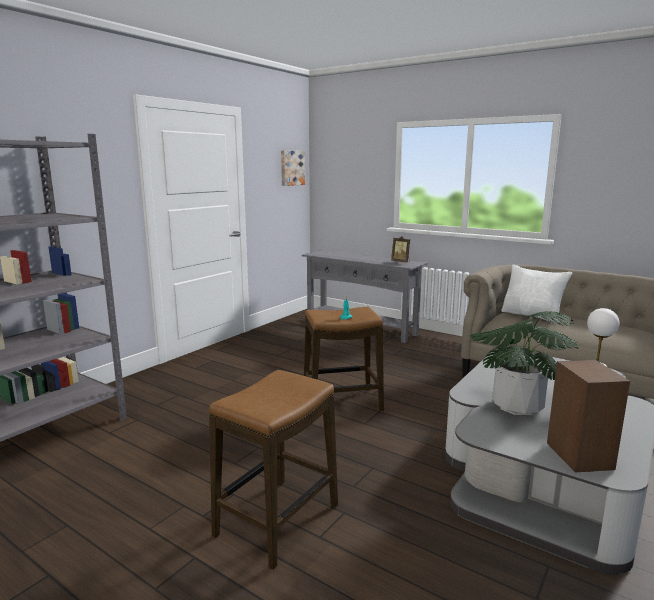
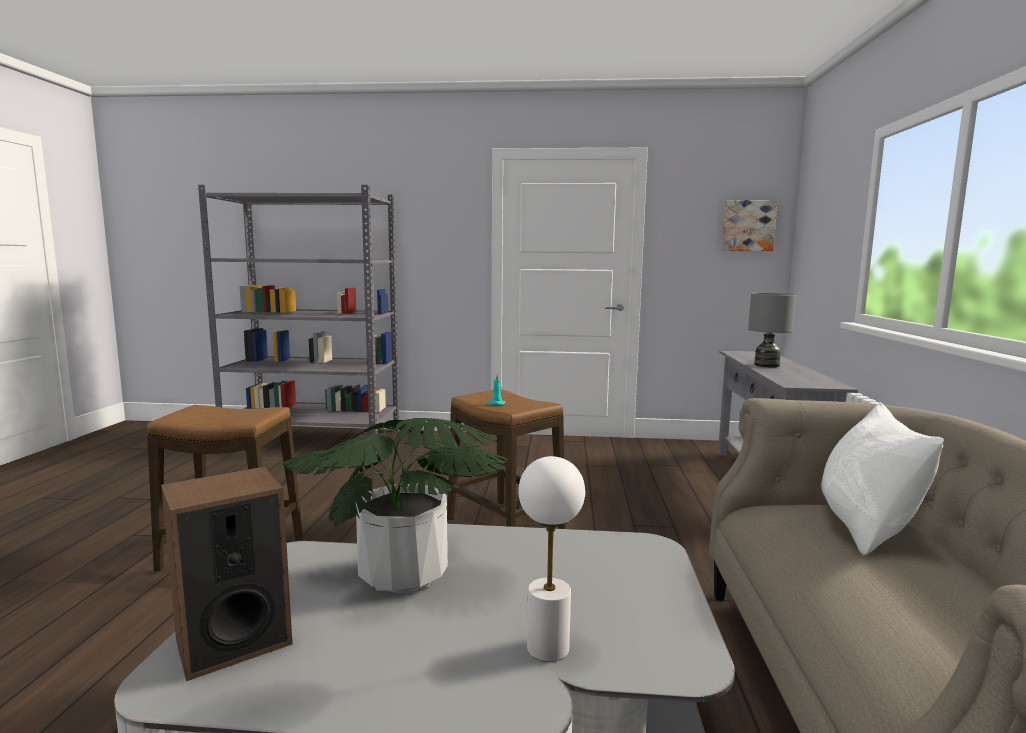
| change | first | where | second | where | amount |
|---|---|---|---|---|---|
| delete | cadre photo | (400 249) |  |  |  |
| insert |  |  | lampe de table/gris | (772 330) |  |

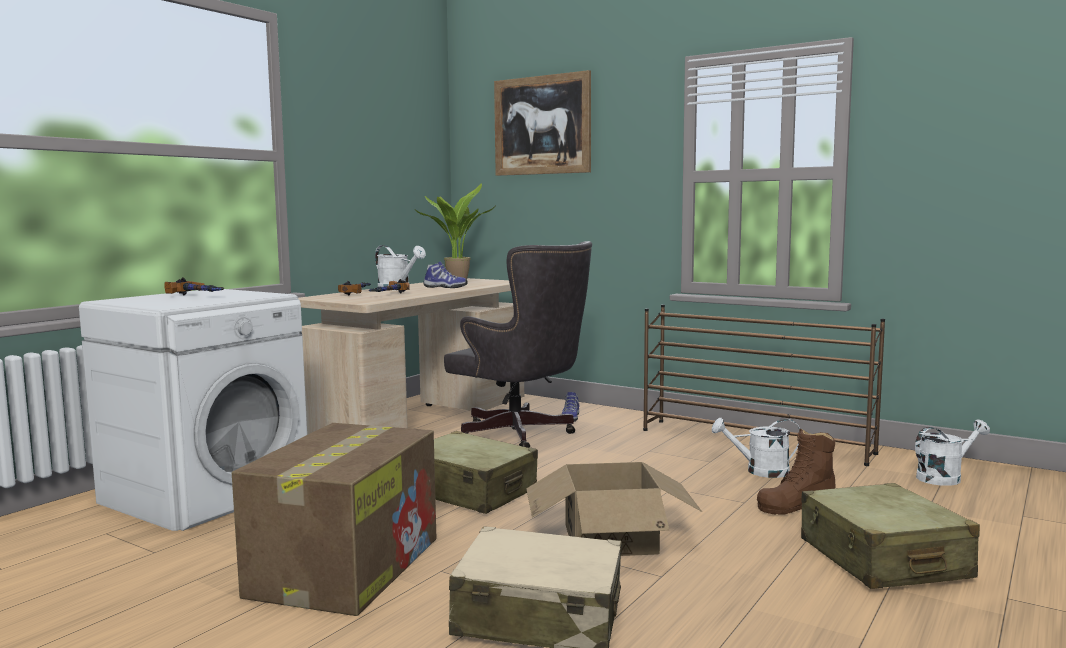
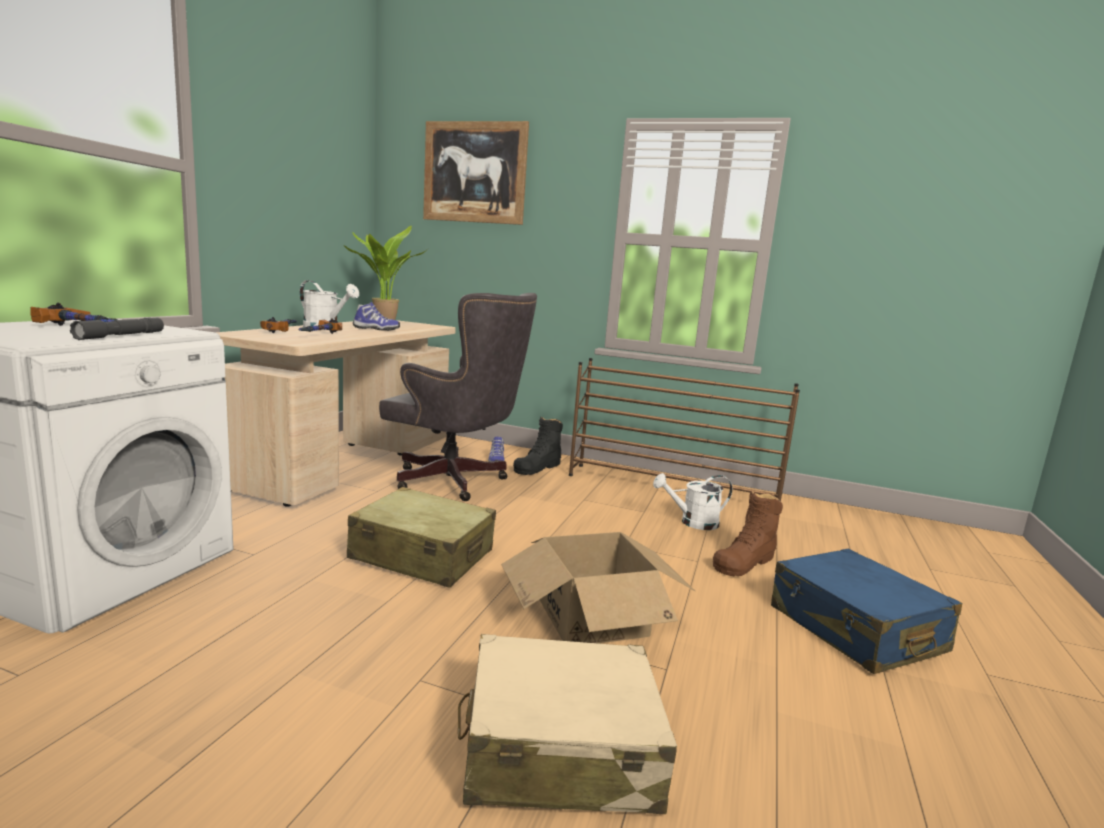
| change | first | where | second | where | amount |
|---|---|---|---|---|---|
| delete | arrosoir/blanc | (952 453) |  |  |  |
| delete | carton | (334 519) |  |  |  |
| recolor | valise/beige | (890 536) | valise/bleu | (866 611) |  |
| insert |  |  | lampe de poche/gris | (117 328) |  |
| insert |  |  | botte/noir | (538 446) |  |

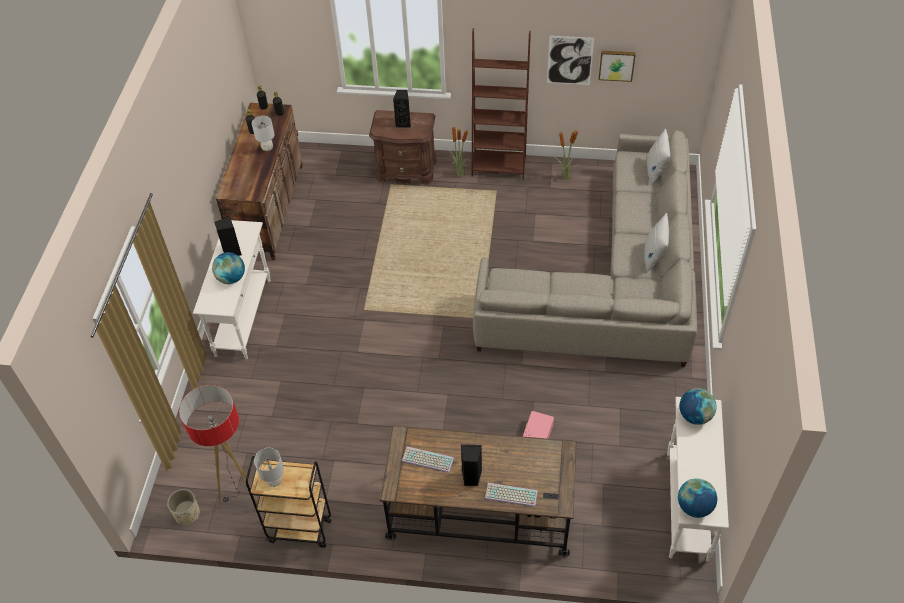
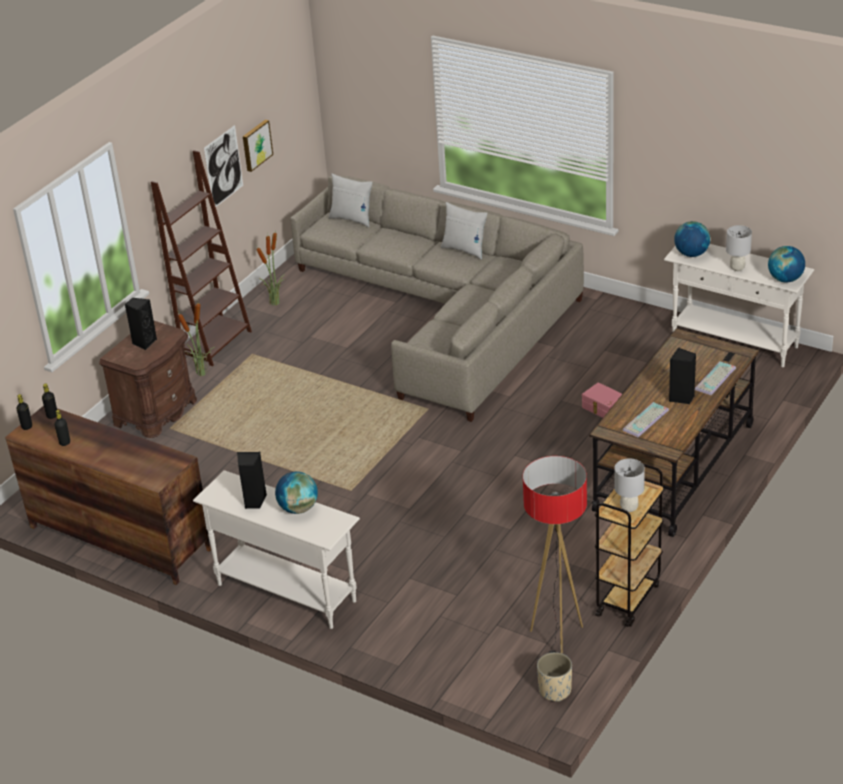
| change | first | where | second | where | amount |
|---|---|---|---|---|---|
| move | lampe de table/gris | (263 133) |  | (739 248) |  |

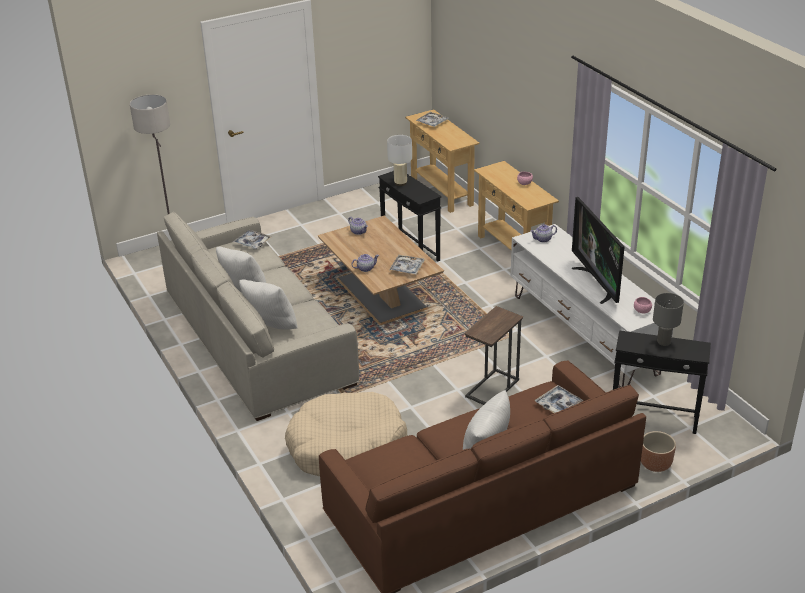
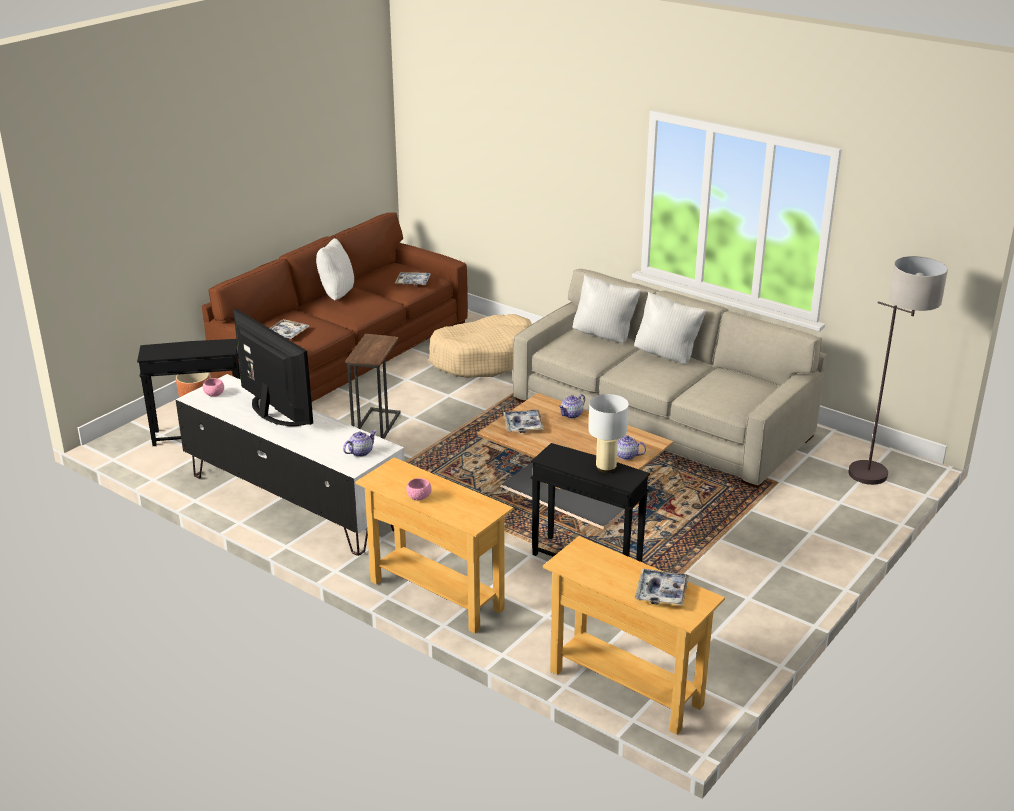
| change | first | where | second | where | amount |
|---|---|---|---|---|---|
| move | plateau | (252 239) |  | (413 279) |  |
| delete | lampe de table/gris | (668 319) |  |  |  |

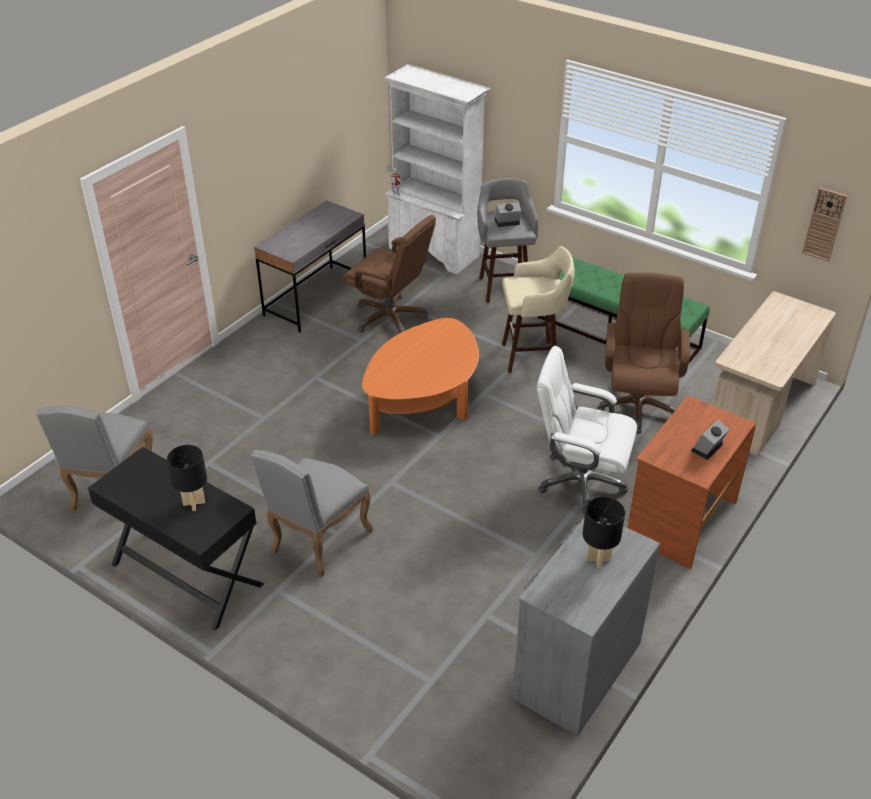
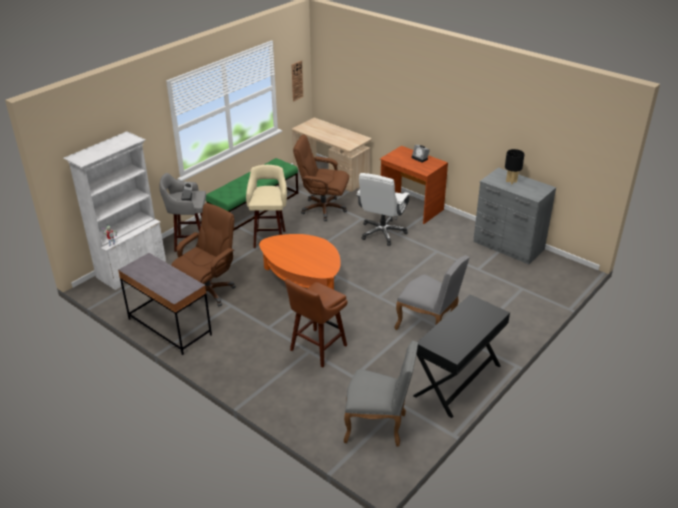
| change | first | where | second | where | amount |
|---|---|---|---|---|---|
| delete | lampe de table/noir | (187 478) |  |  |  |
| insert |  |  | tabouret/marron | (316 323) |  |

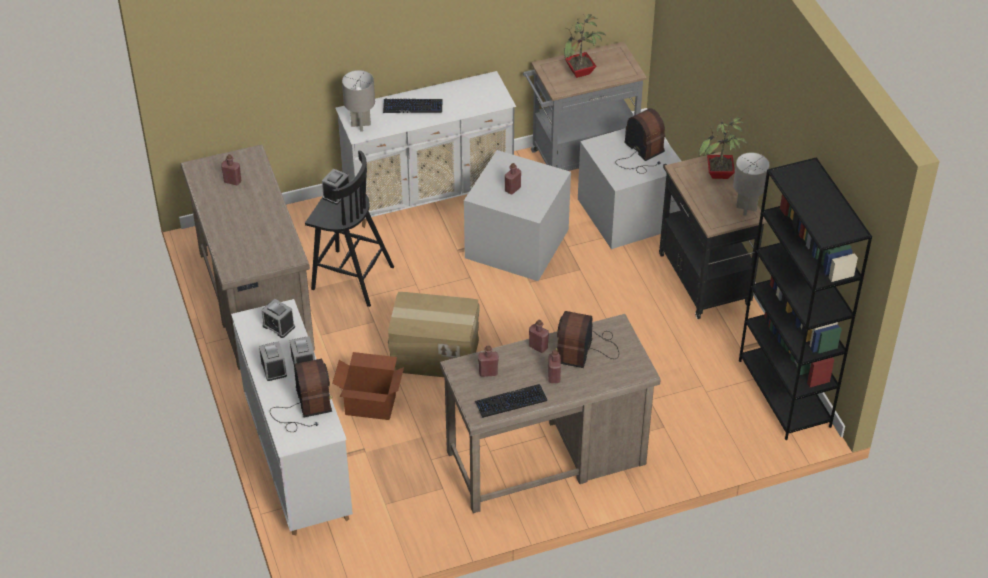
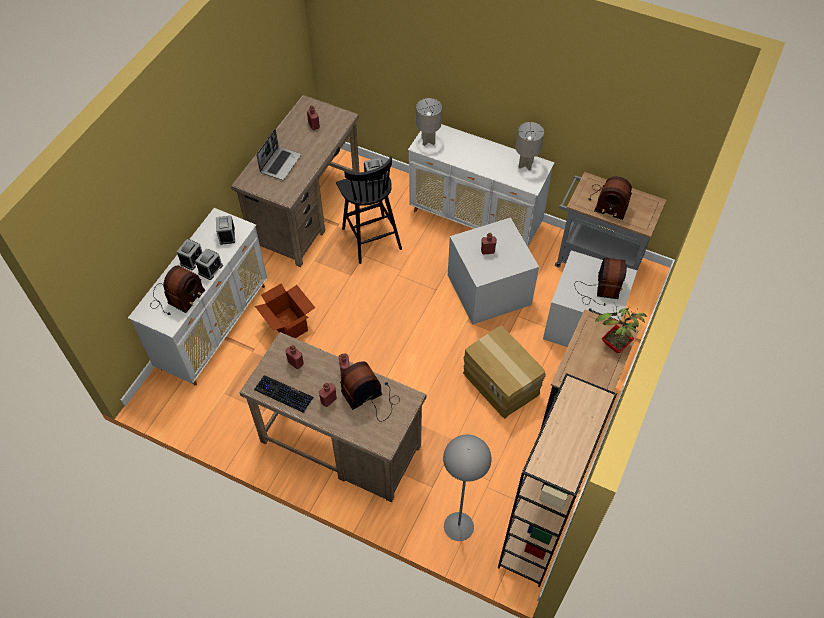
| change | first | where | second | where | amount |
|---|---|---|---|---|---|
| replace | plante en pot | (584 46) | radio | (610 198) |  |
| delete | clavier | (413 106) |  |  |  |
| move | lampe de table/gris | (751 184) |  | (530 146) |  |
| recolor | bibliothèque/noir | (805 298) | bibliothèque/beige | (557 480) |  |
| move | carton | (434 334) |  | (504 372) |  |
| insert |  |  | ordinateur portable | (278 154) |  |
| insert |  |  | lampadaire/gris | (467 487) |  |

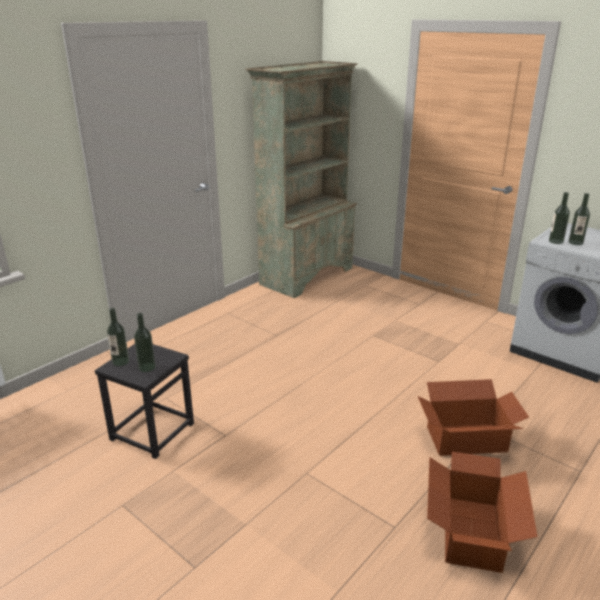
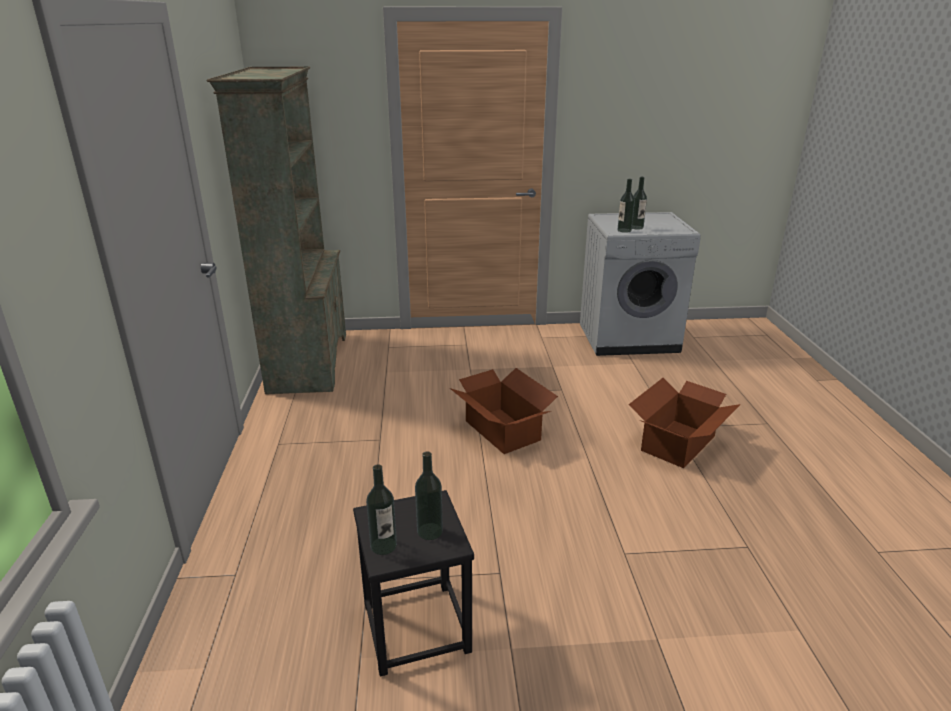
| change | first | where | second | where | amount |
|---|---|---|---|---|---|
| move | carton | (482 512) |  | (504 411) |  |

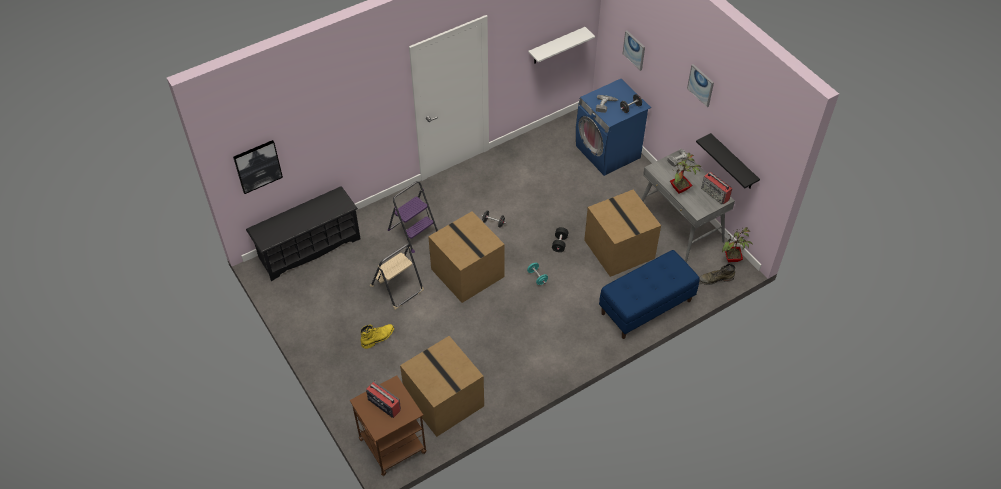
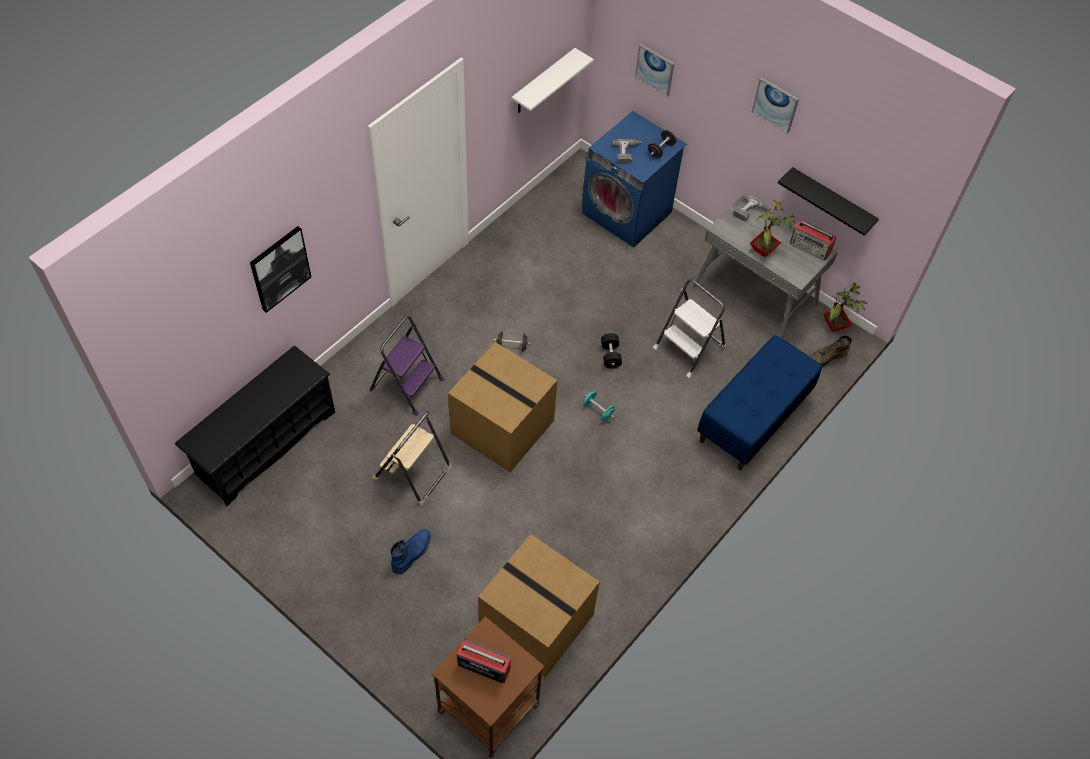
| change | first | where | second | where | amount |
|---|---|---|---|---|---|
| move | tableau | (258 167) |  | (280 269) |  |
| replace | carton | (622 233) | escabeau/blanc | (689 328) |  |
| recolor | botte/jaune | (377 336) | botte/bleu | (410 551) |  |

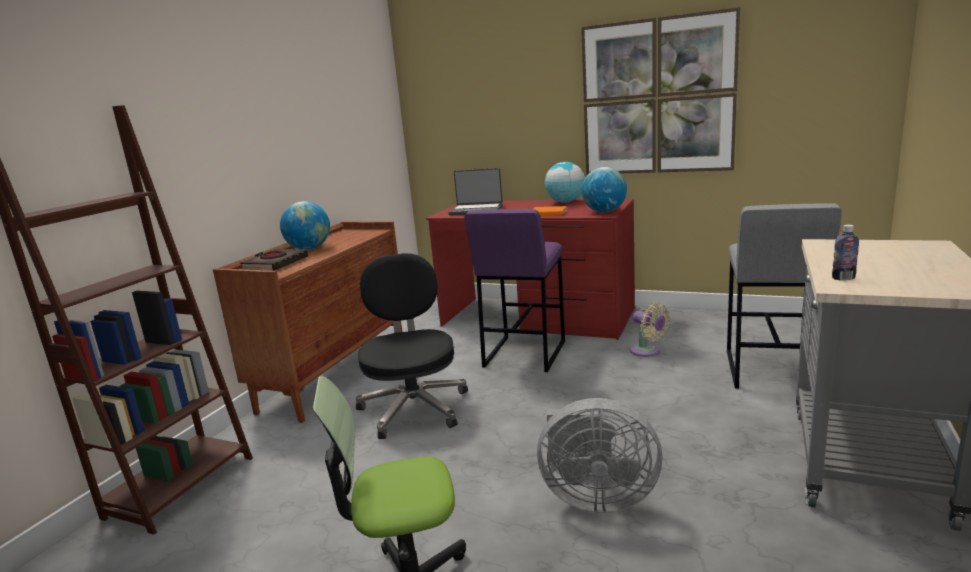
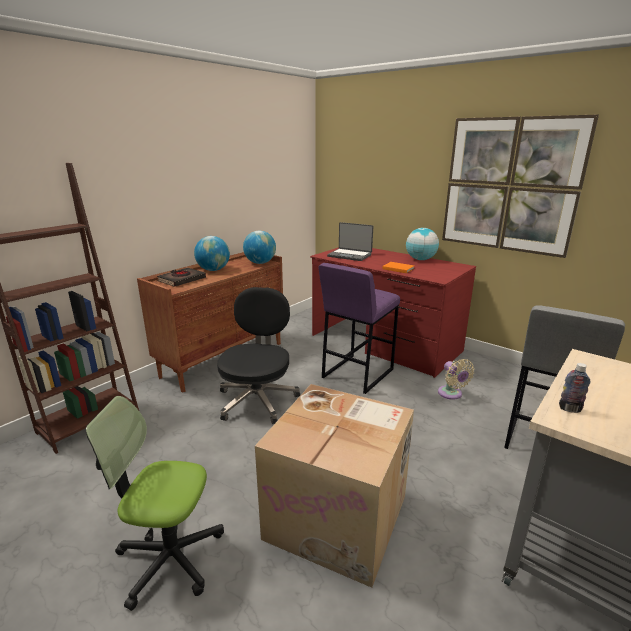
| change | first | where | second | where | amount |
|---|---|---|---|---|---|
| move | globe | (604 189) |  | (259 247) |  |
| replace | ventilateur/gris | (599 455) | carton | (334 486) |  |

